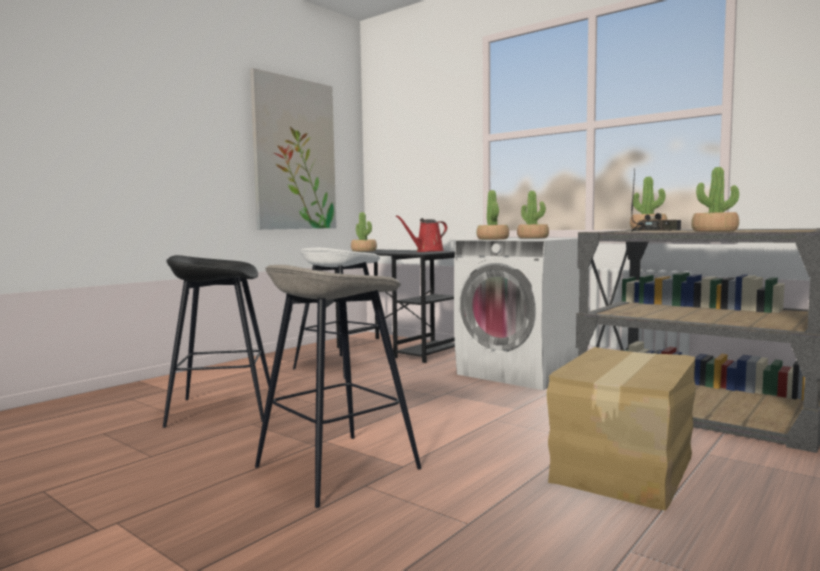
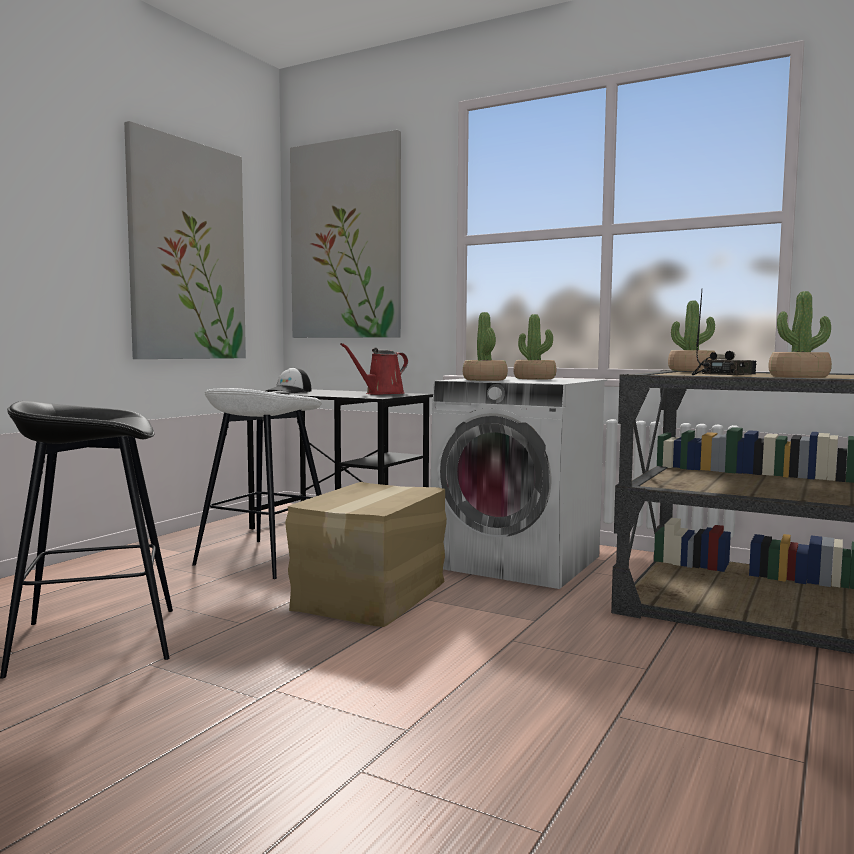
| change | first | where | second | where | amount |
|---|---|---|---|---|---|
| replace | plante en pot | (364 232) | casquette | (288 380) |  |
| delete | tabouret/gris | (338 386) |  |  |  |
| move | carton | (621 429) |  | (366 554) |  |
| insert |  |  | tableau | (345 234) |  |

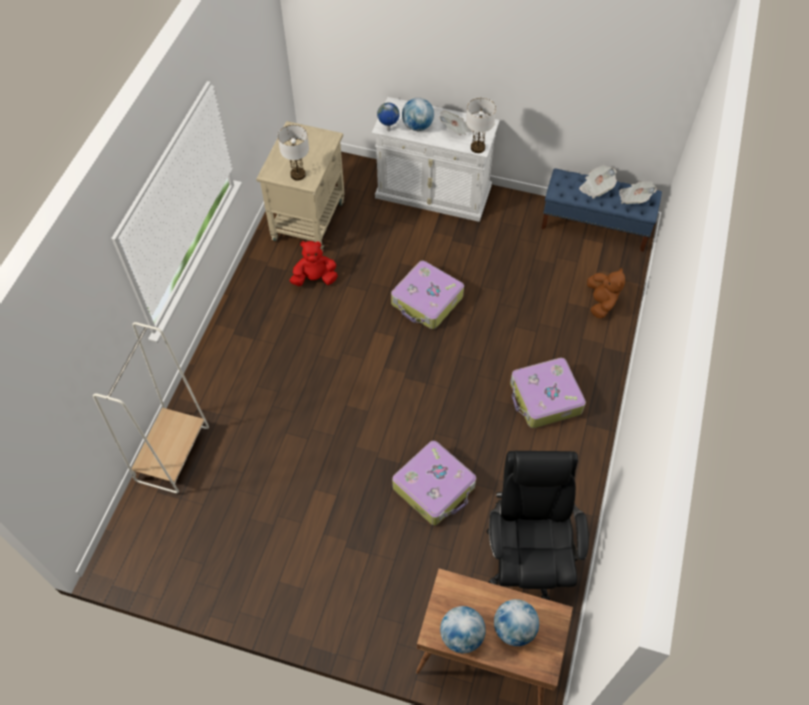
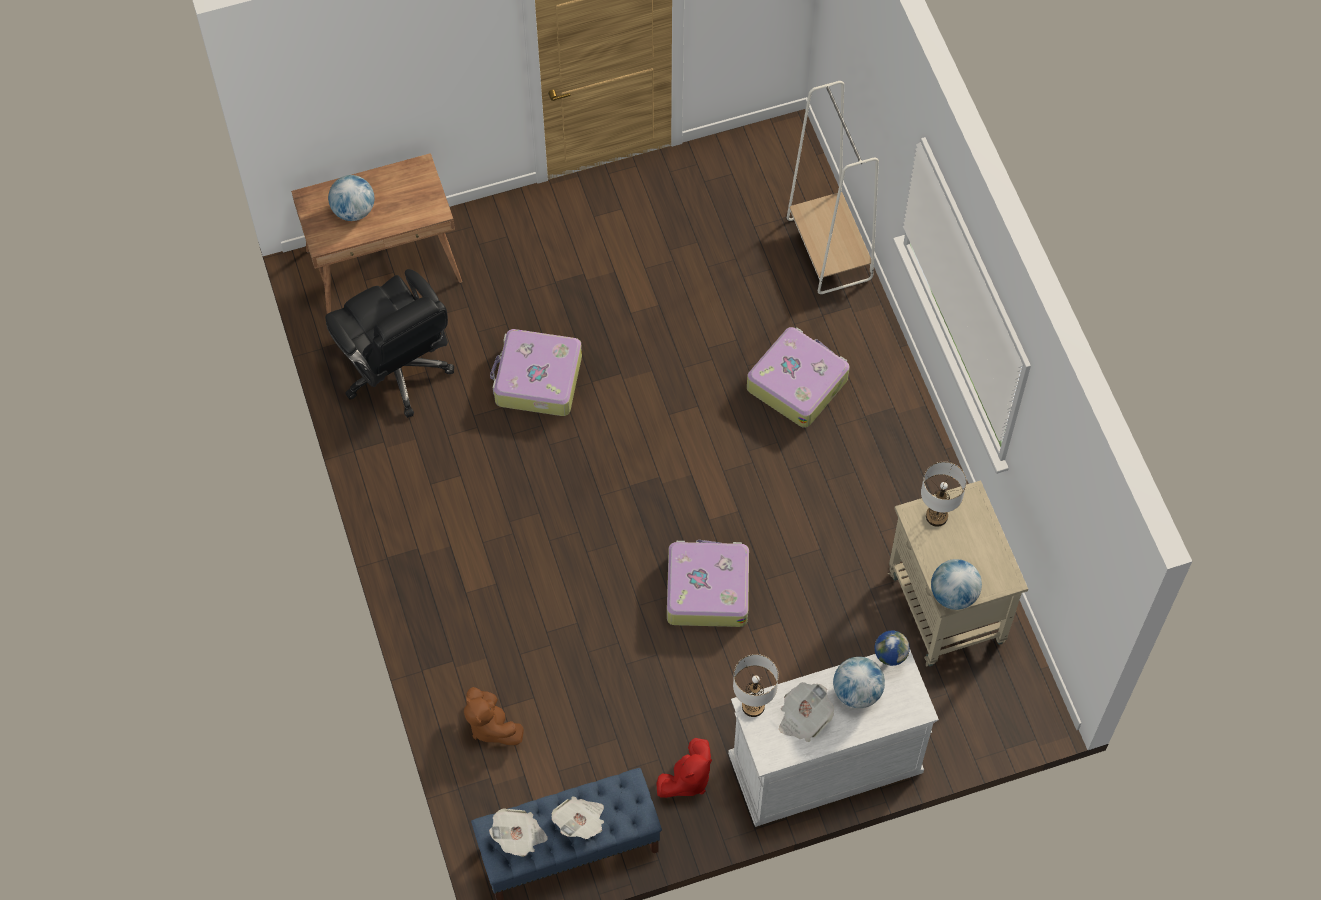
| change | first | where | second | where | amount |
|---|---|---|---|---|---|
| move | peluche/rouge | (314 263) |  | (684 768) |  |
| move | valise | (548 393) |  | (798 377) |  |
| move | globe | (463 629) |  | (956 584) |  |

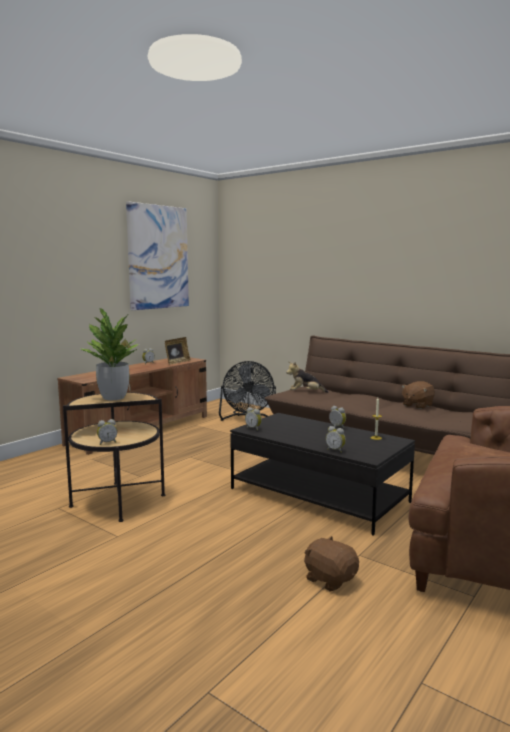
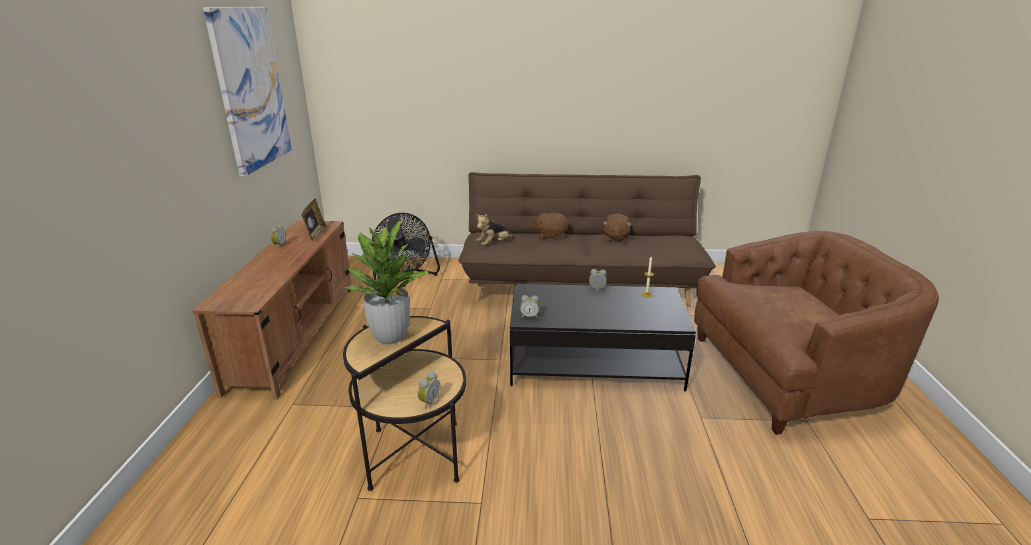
| change | first | where | second | where | amount |
|---|---|---|---|---|---|
| delete | réveil | (336 439) |  |  |  |
| move | peluche/marron | (331 564) |  | (550 226) |  |

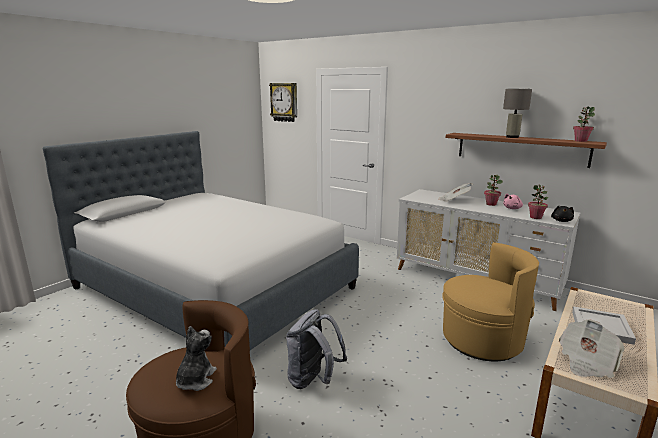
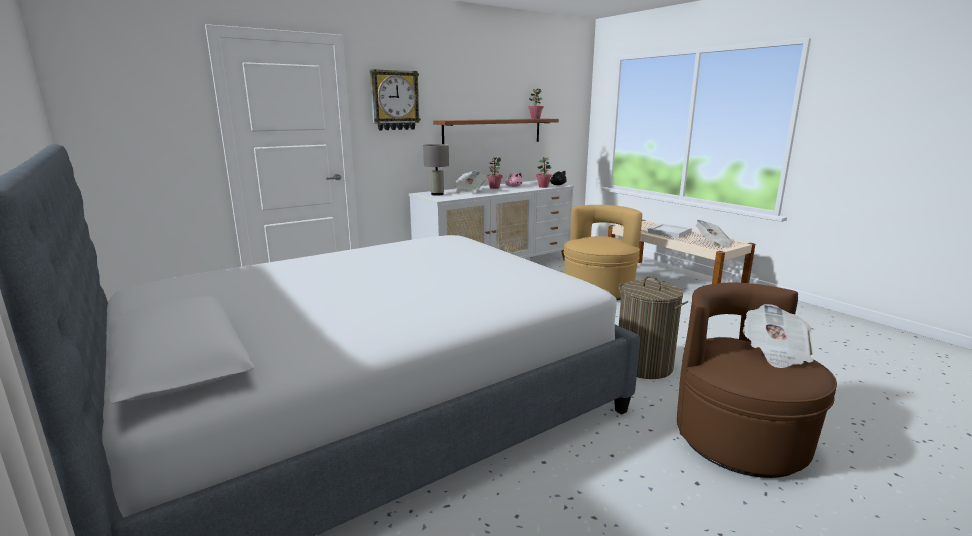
| change | first | where | second | where | amount |
|---|---|---|---|---|---|
| move | horloge murale | (283 102) |  | (395 100) |  |
| move | lampe de table/gris | (517 113) |  | (436 170) |  |
| replace | sac à dos/gris | (316 349) | panier à linge | (653 327) |  |
| replace | peluche | (196 358) | journal | (778 336) |  |

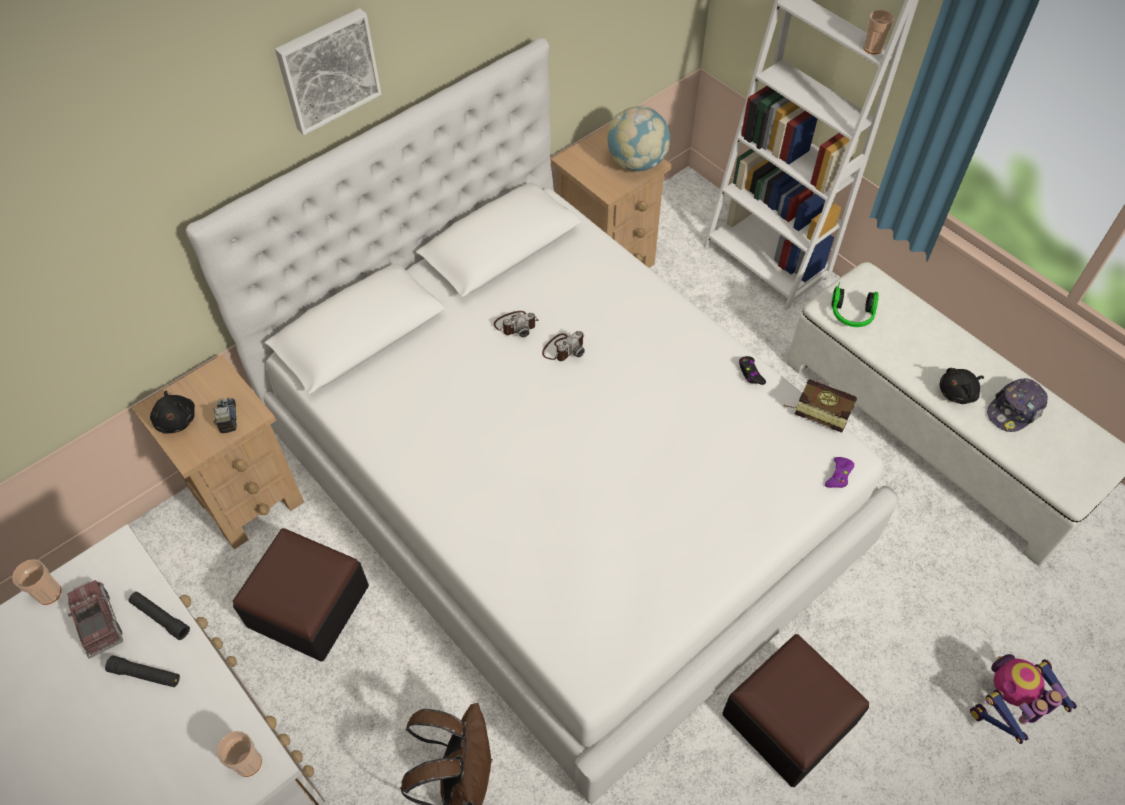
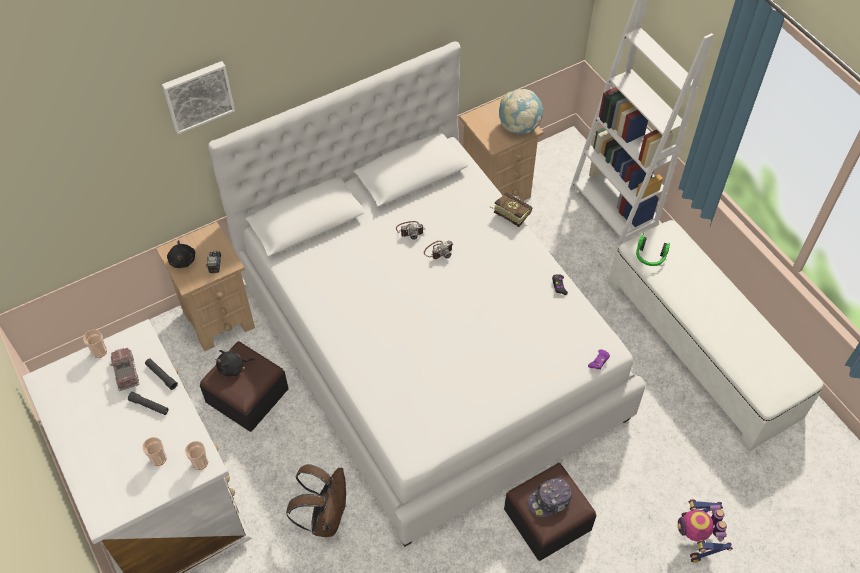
| change | first | where | second | where | amount |
|---|---|---|---|---|---|
| move | tableau | (328 71) |  | (198 97) |  |
| move | tasse | (878 32) |  | (155 451) |  |
| move | peluche/noir | (961 386) |  | (235 363) |  |
| move | casquette | (1017 405) |  | (550 498) |  |
| move | livre | (820 406) |  | (511 210) |  |
| rotate | robot jouet | (1023 699) |  | (705 531) | 75 degrees counterclockwise |

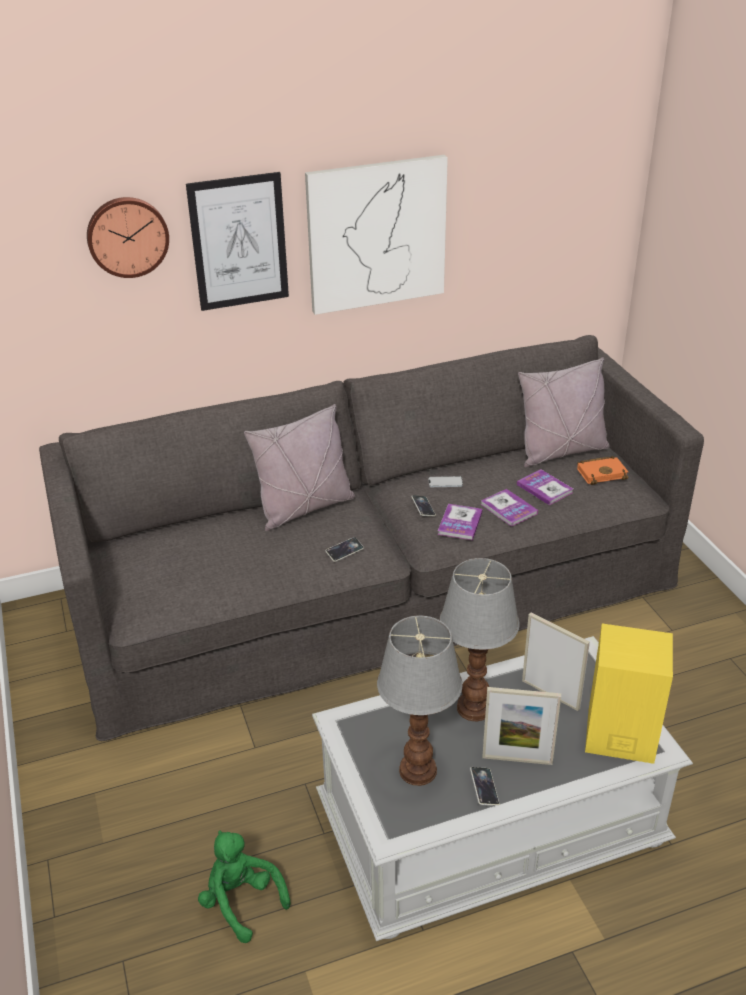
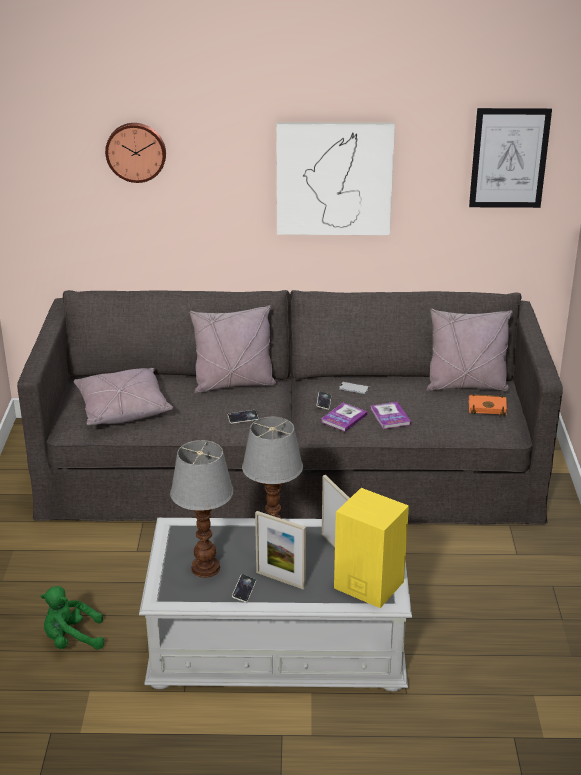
| change | first | where | second | where | amount |
|---|---|---|---|---|---|
| move | tableau | (237 241) |  | (510 158) |  |
| delete | livre | (545 487) |  |  |  |
| rotate | peluche/vert | (244 886) |  | (72 618) | 75 degrees counterclockwise |
| insert |  |  | coussin/violet | (123 396) |  |

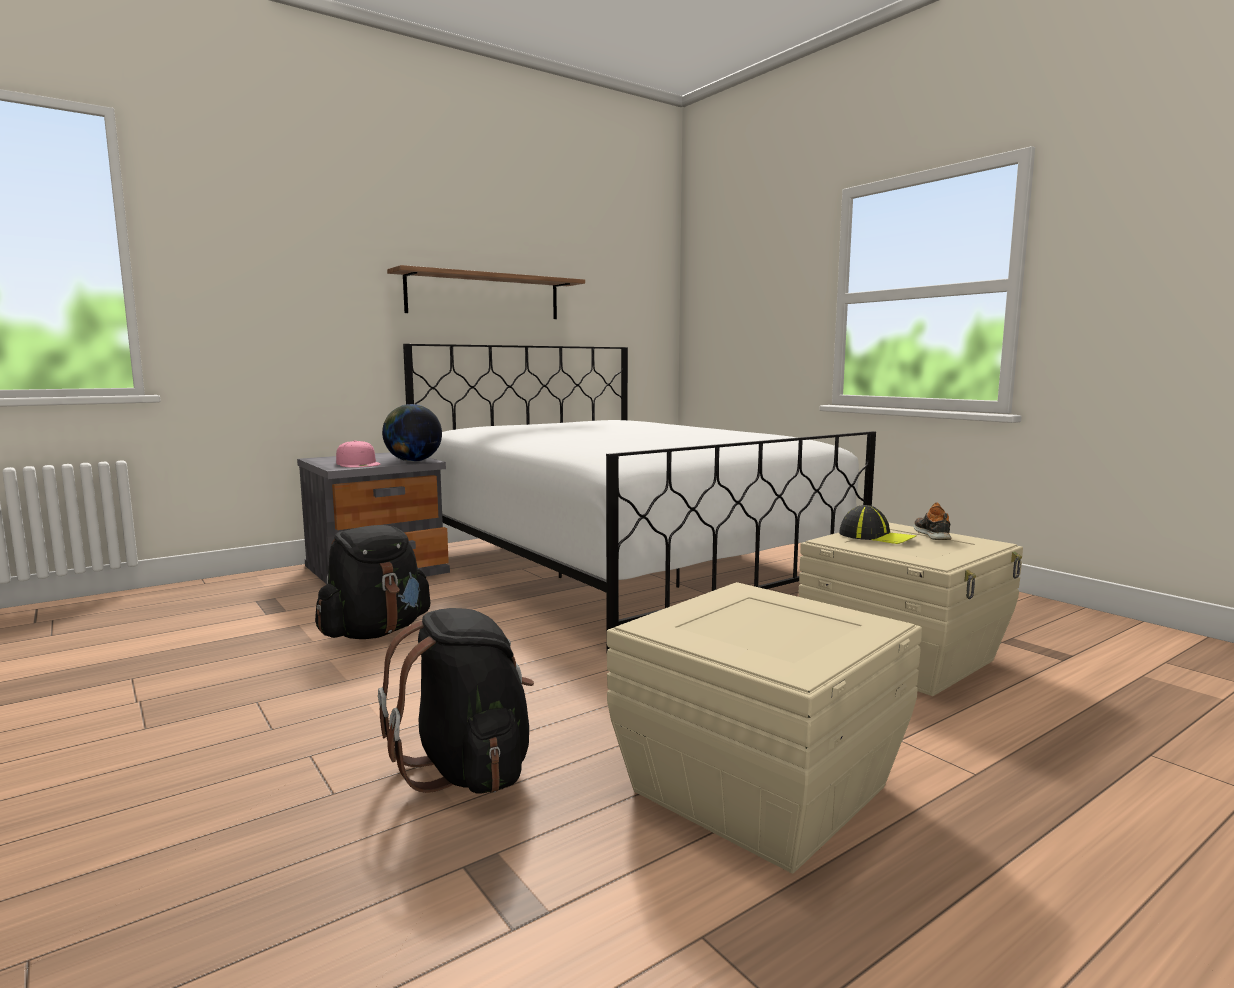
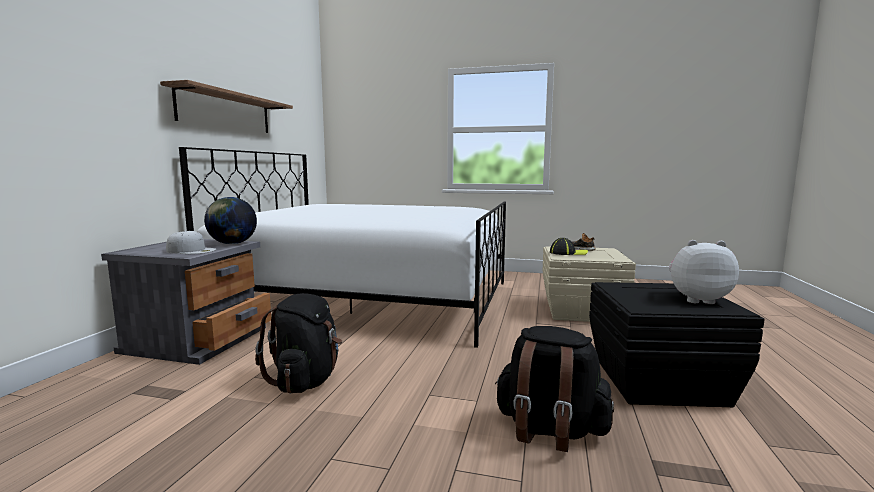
| change | first | where | second | where | amount |
|---|---|---|---|---|---|
| recolor | casquette/rose | (358 454) | casquette/blanc | (191 242) |  |
| recolor | boîte de rangement/beige | (764 728) | boîte de rangement/noir | (677 344) |  |
| insert |  |  | peluche | (704 272) |  |

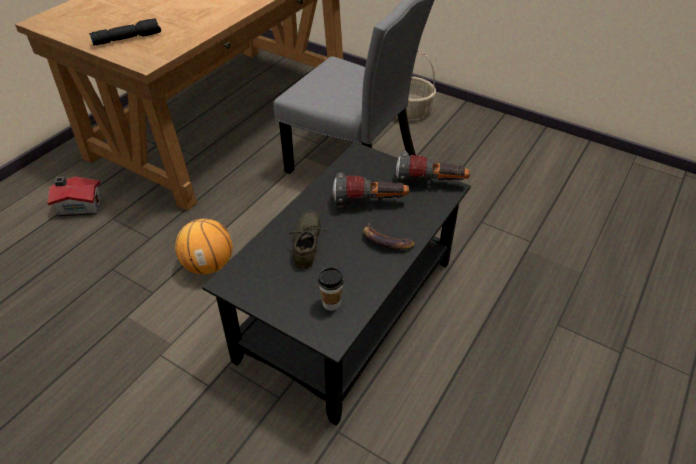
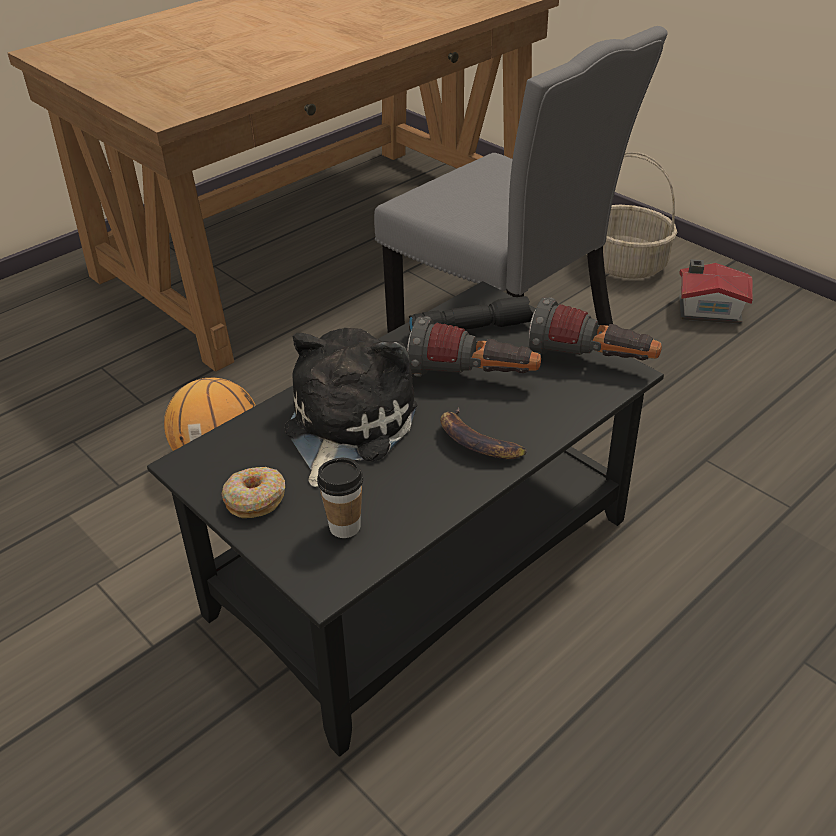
| change | first | where | second | where | amount |
|---|---|---|---|---|---|
| move | lampe de poche/noir | (125 31) |  | (471 314) |  |
| move | maison miniature | (74 196) |  | (716 291) |  |
| replace | chaussure/gris | (308 239) | peluche | (350 407) |  |
| insert |  |  | beignet | (253 492) |  |

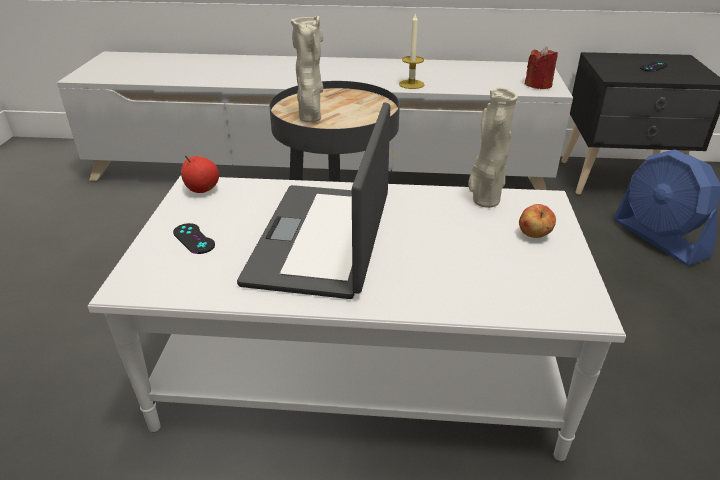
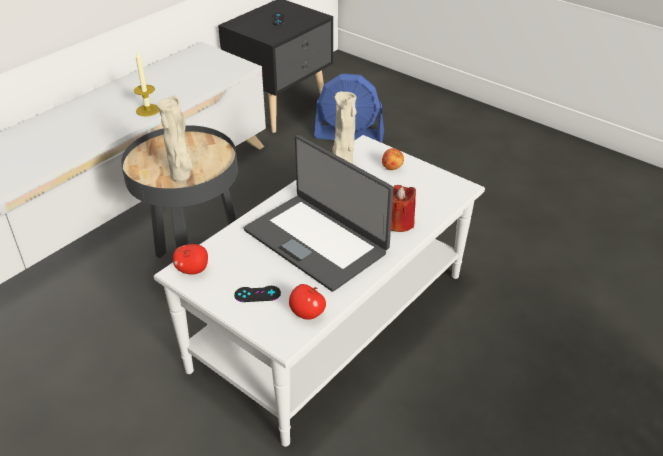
| change | first | where | second | where | amount |
|---|---|---|---|---|---|
| move | bougie/rouge | (541 67) |  | (403 208) |  |
| insert |  |  | pomme | (307 302) |  |

